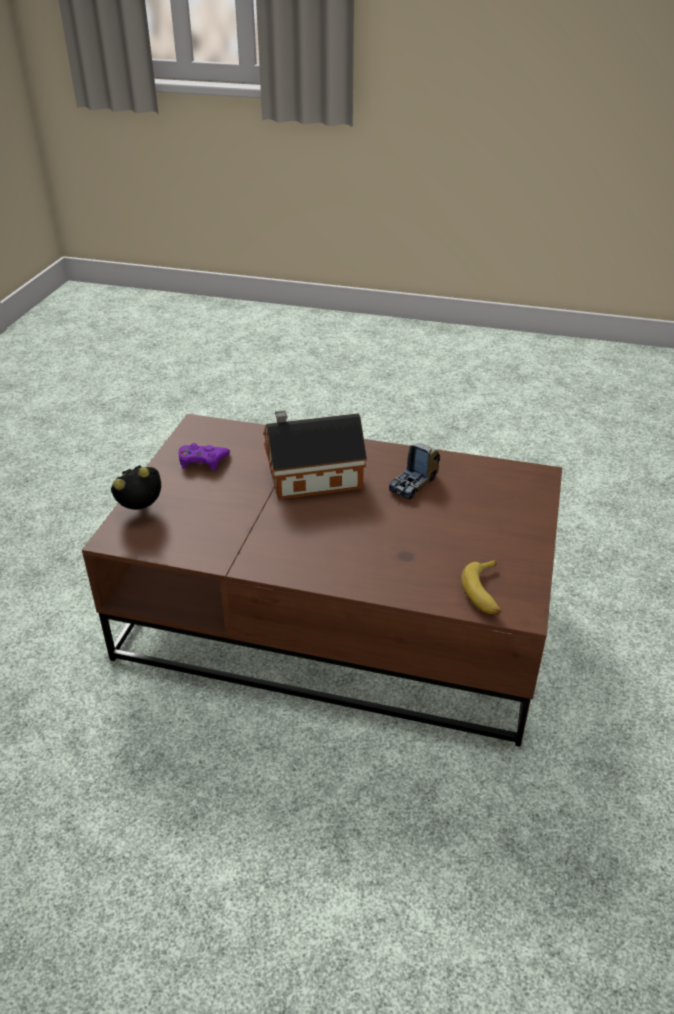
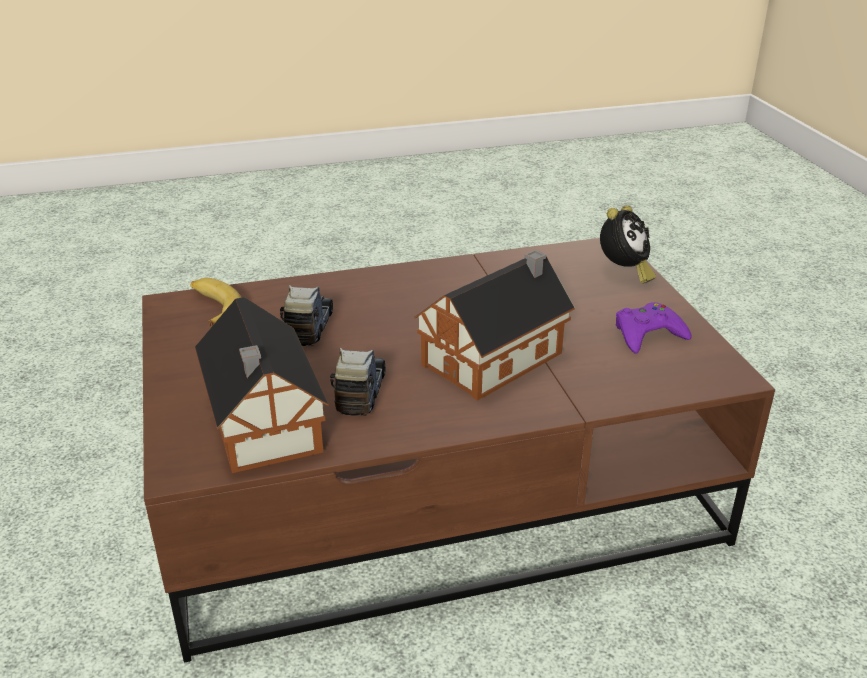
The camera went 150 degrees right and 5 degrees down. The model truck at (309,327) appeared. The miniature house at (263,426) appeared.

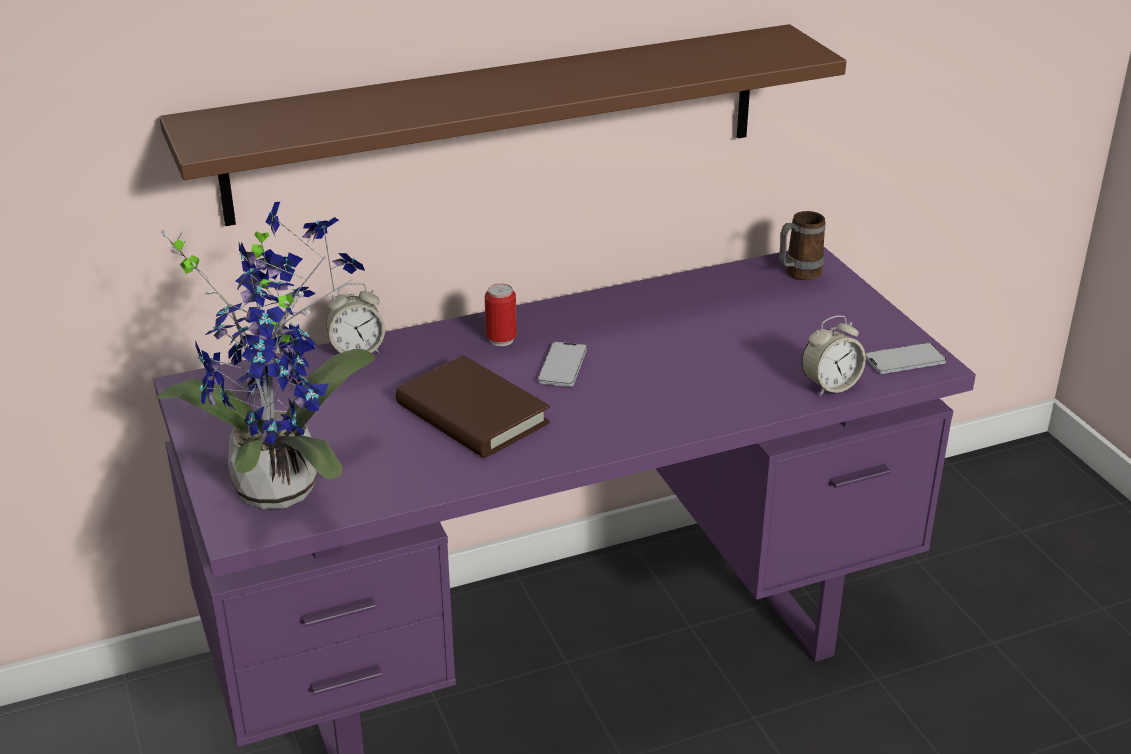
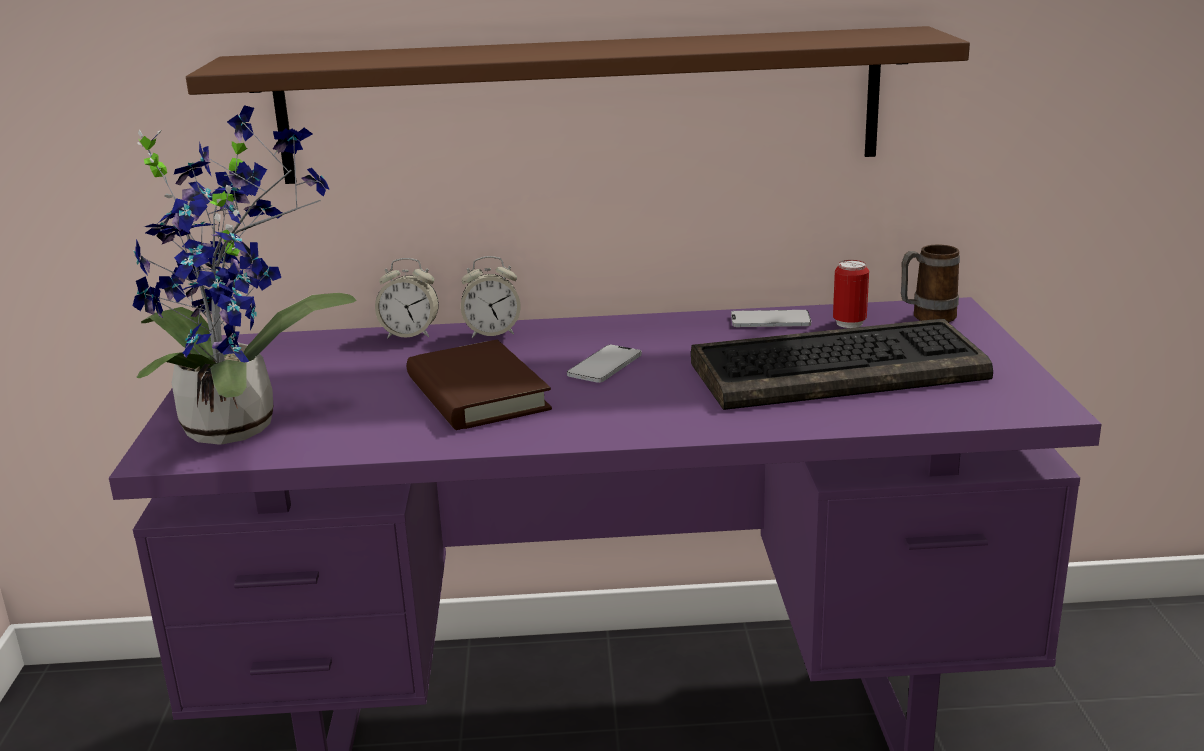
The camera went 20 degrees right and 10 degrees down. The can moved from (501,340) to (849,323). The alarm clock moved from (830,386) to (492,333). The handset moved from (904,360) to (770,321). The keyboard at (839,370) appeared.

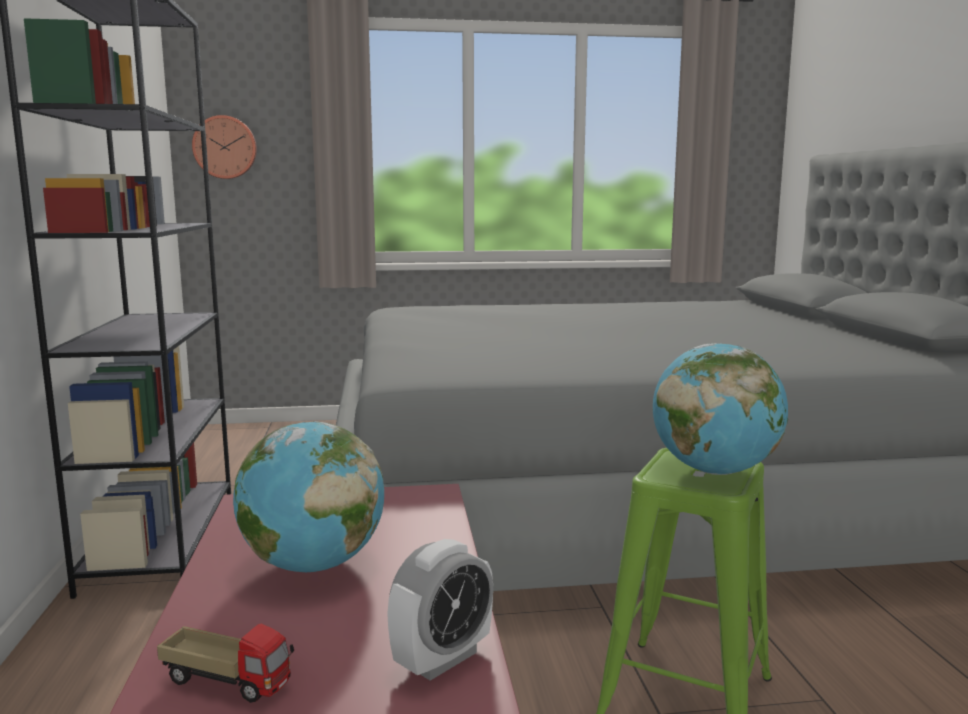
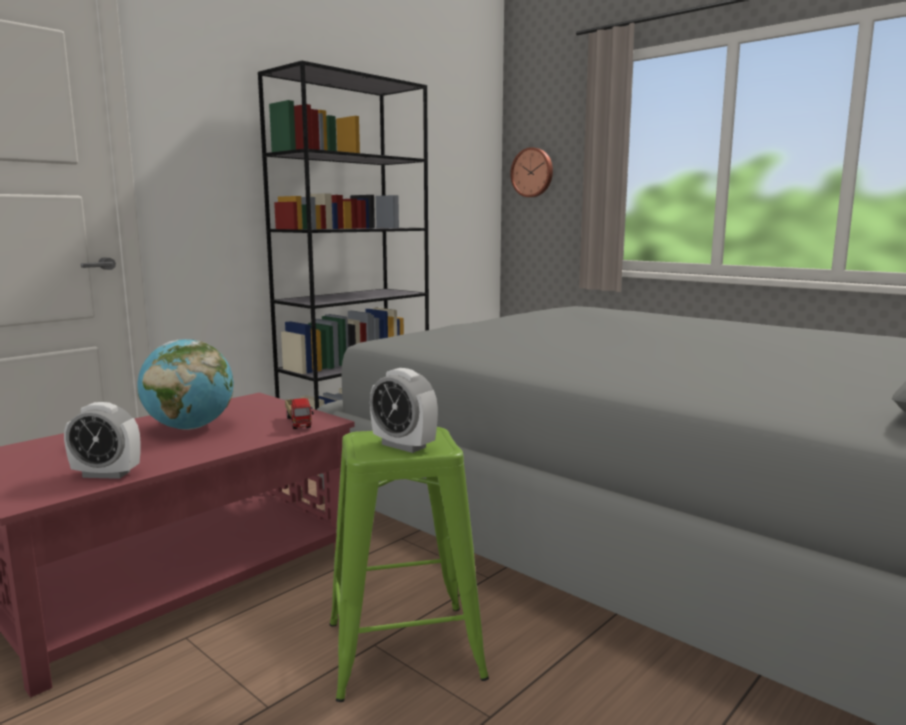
The camera went 50 degrees right and 0 degrees up. The world globe at (714,471) was replaced by the alarm clock at (403,446). The model truck moved from (228,682) to (299,423).

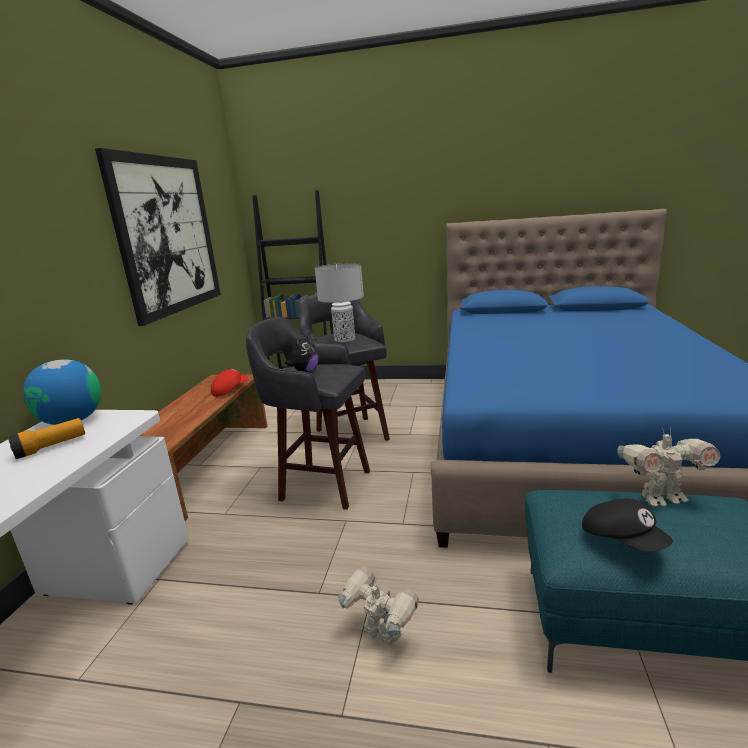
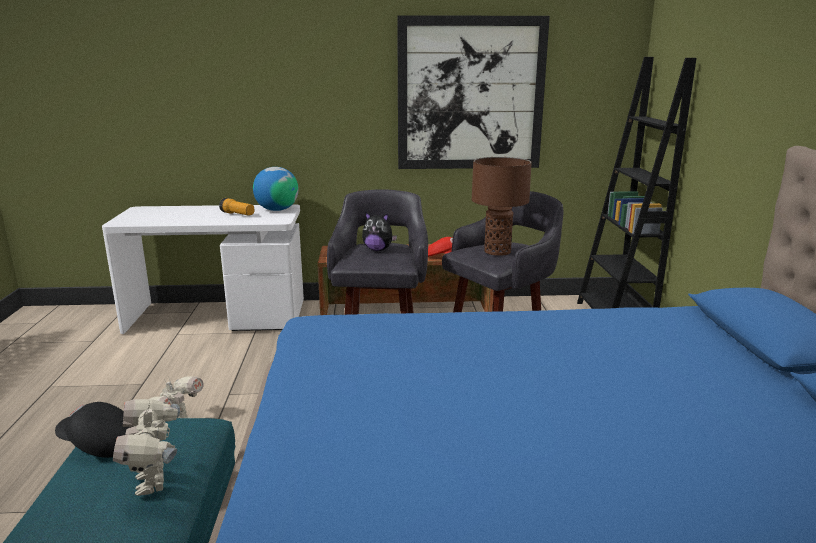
The camera went 75 degrees right and 0 degrees up. The tabletop lamp (whitish) at (345,339) became the tabletop lamp (brown-coloured) at (498,251). The baseball cap (black) at (623,539) turned 60 degrees clockwise.

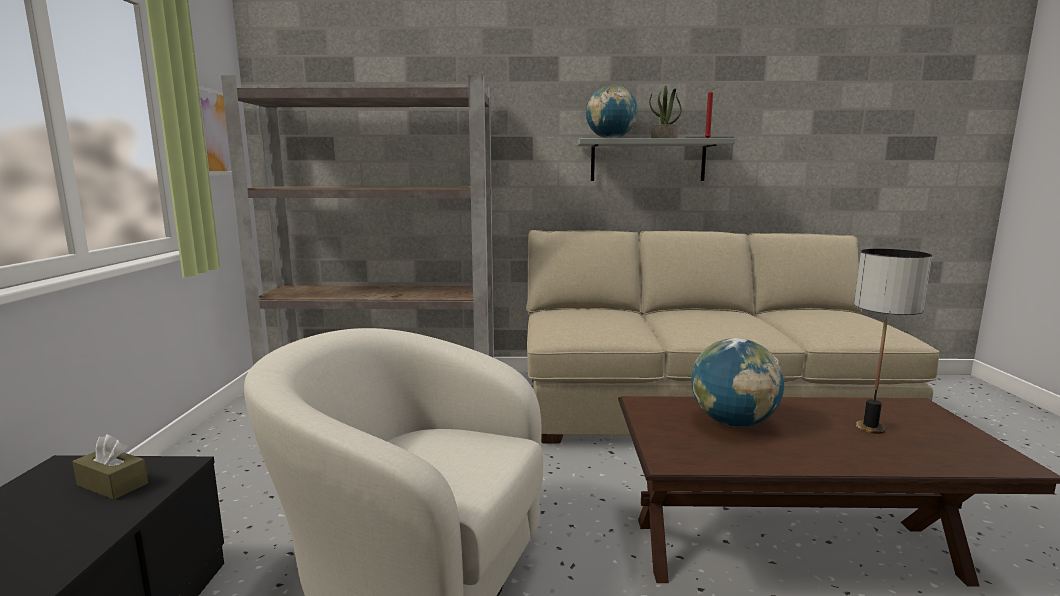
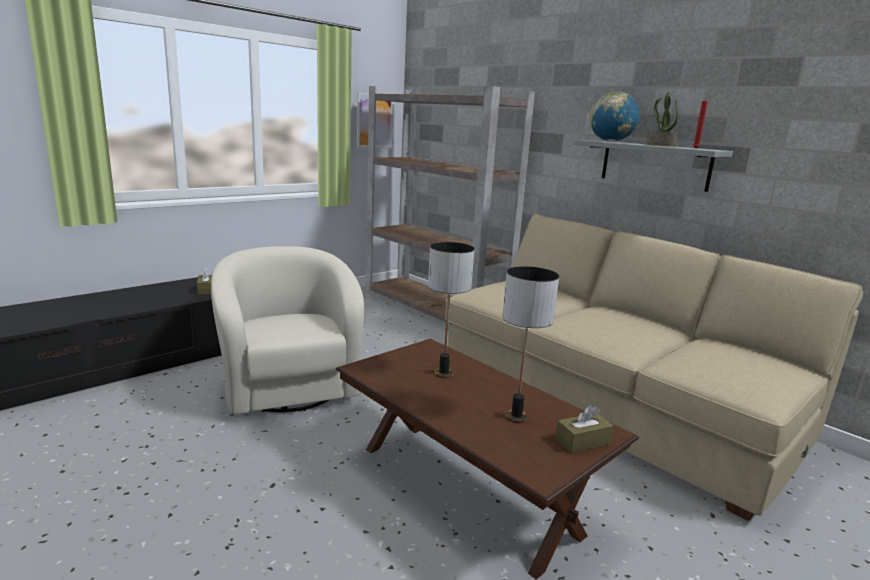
The camera went 45 degrees right and 5 degrees up. The world globe at (733,423) was replaced by the tabletop lamp at (443,374). The tissue holder (brown-coloured) at (582,441) appeared.

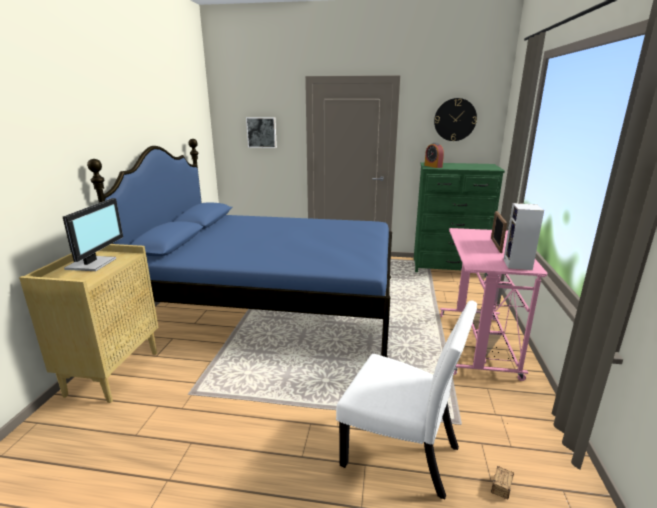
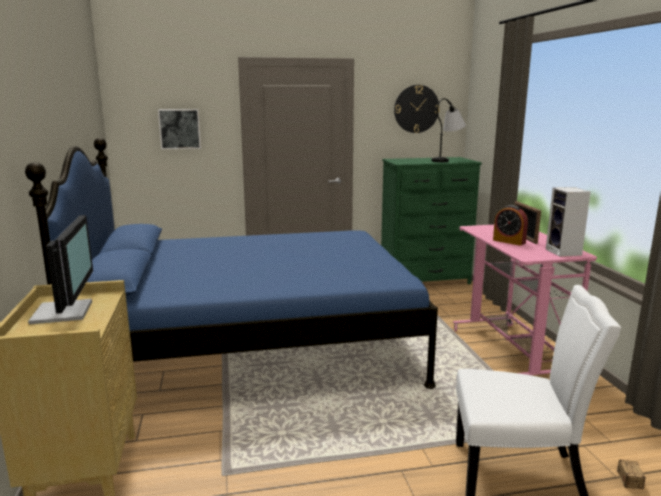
The camera went 20 degrees left and 5 degrees down. The alarm clock moved from (433,166) to (509,241). The tabletop lamp at (447,160) appeared.

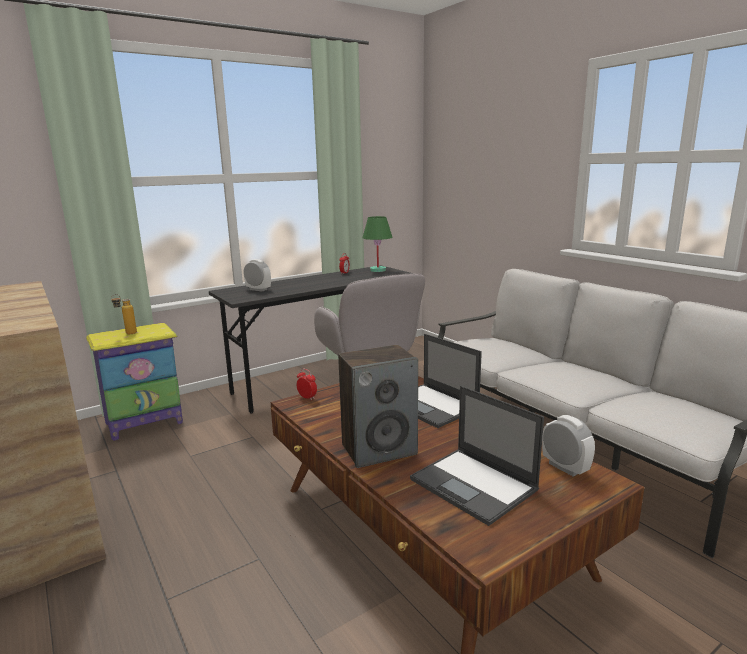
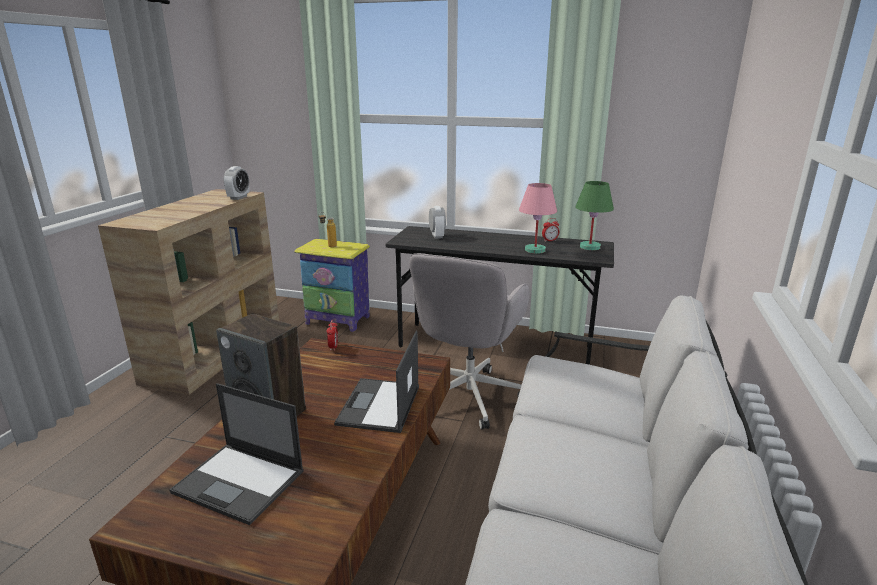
The camera went 50 degrees right and 5 degrees up. The laptop at (474,485) turned 75 degrees counterclockwise. The alarm clock moved from (565,467) to (238,197). The tabletop lamp (pinkish) at (534,250) appeared.

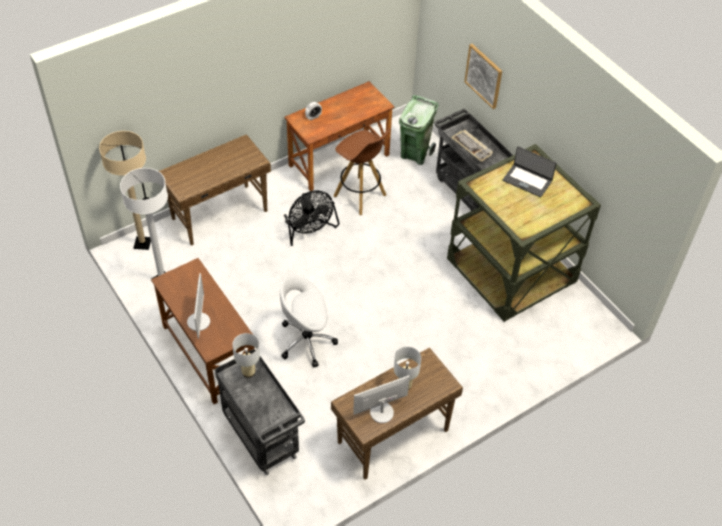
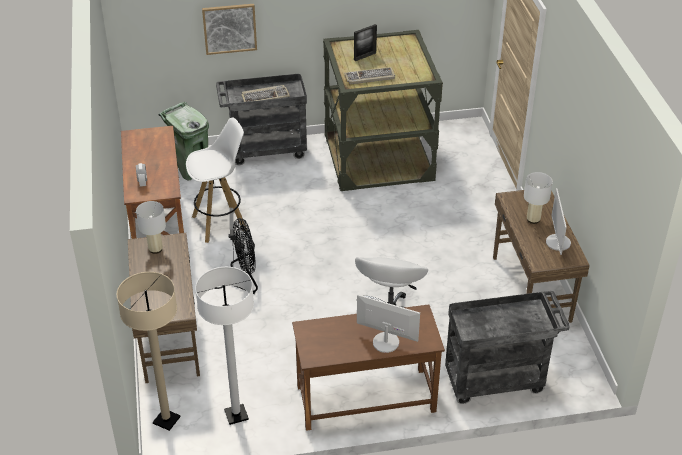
The camera went 65 degrees left and 10 degrees down. The stool (brown-coloured) at (360,196) became the stool (whitish) at (221,223). The laptop at (527,180) was replaced by the photo frame at (365,56). The tabletop lamp (whitish) moved from (248,372) to (156,249). The keyboard at (369,77) appeared.

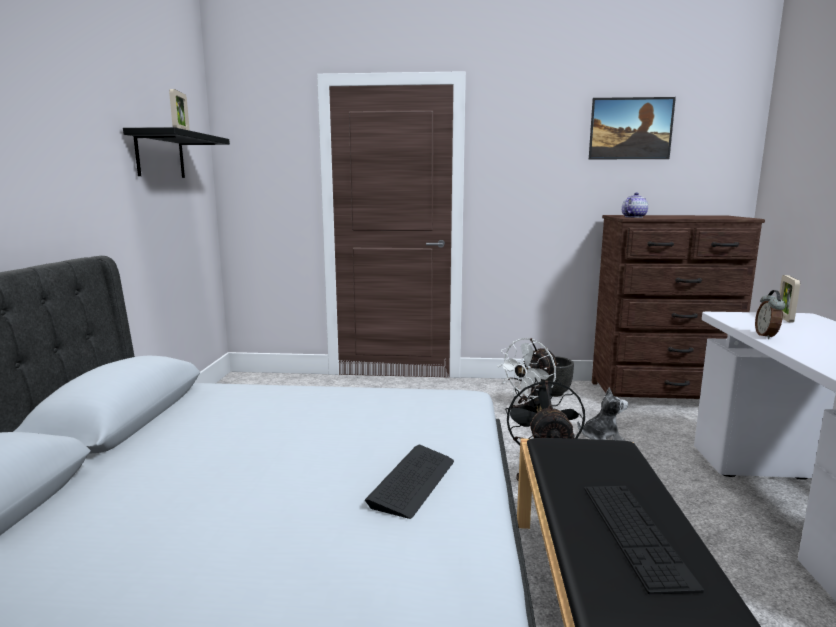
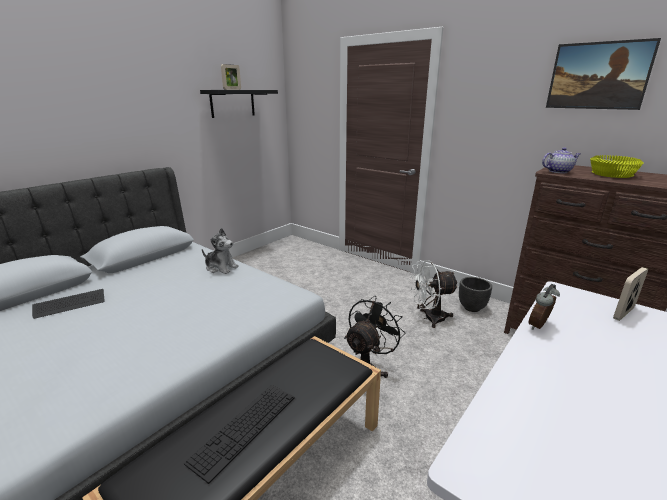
The camera went 35 degrees right and 10 degrees up. The plush toy moved from (601,438) to (221,267). The keyboard moved from (413,482) to (70,304). The deep dish (yellow) at (611,174) appeared.

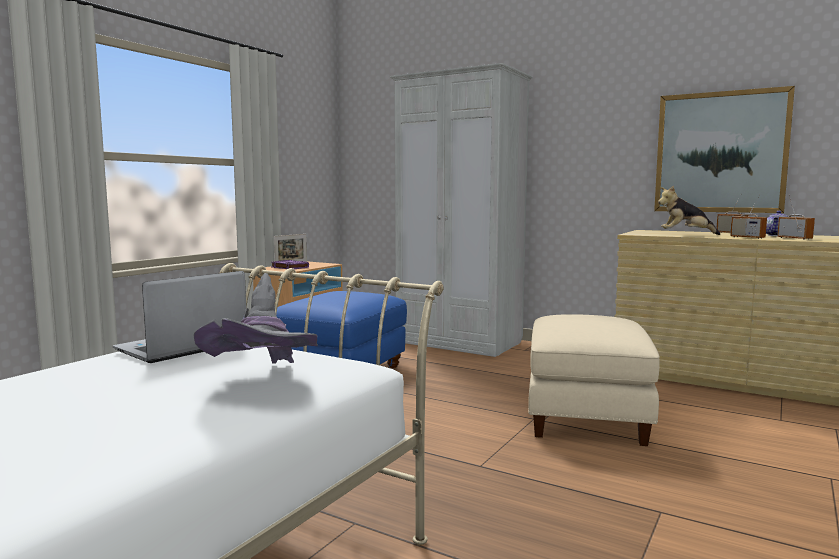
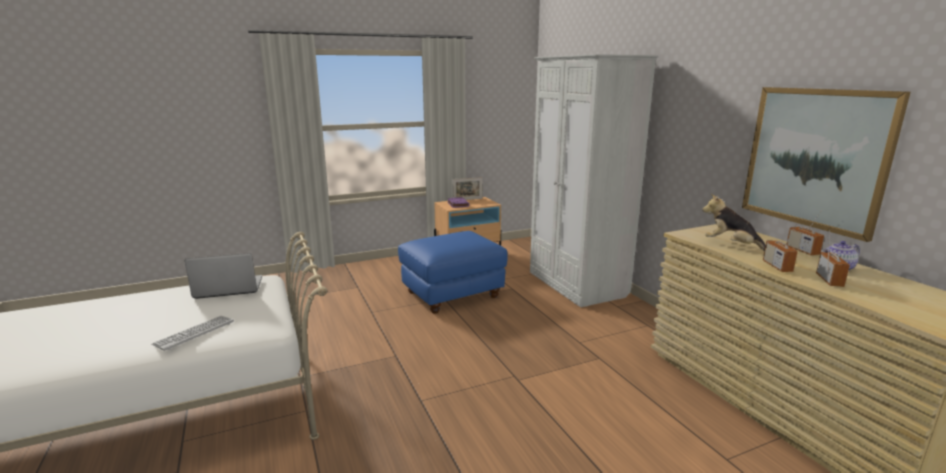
The camera went 35 degrees right and 10 degrees up. The clothing hat (grey) at (264,385) was replaced by the keyboard at (194,333). The footrest (sand-coloured) at (584,415) disappeared.

